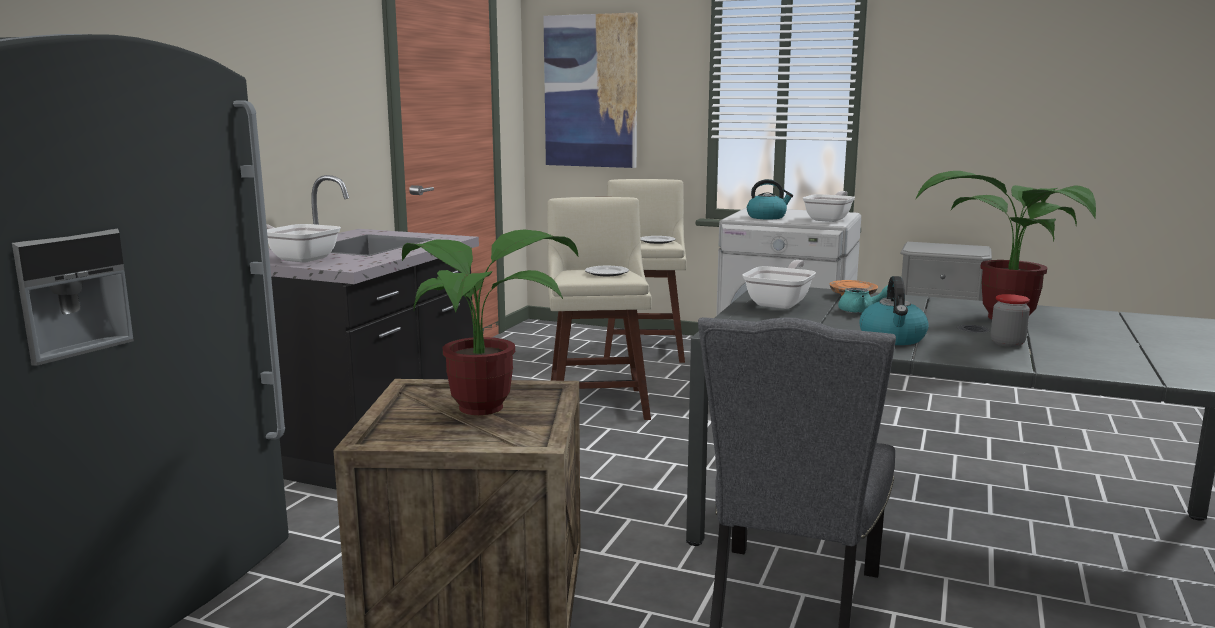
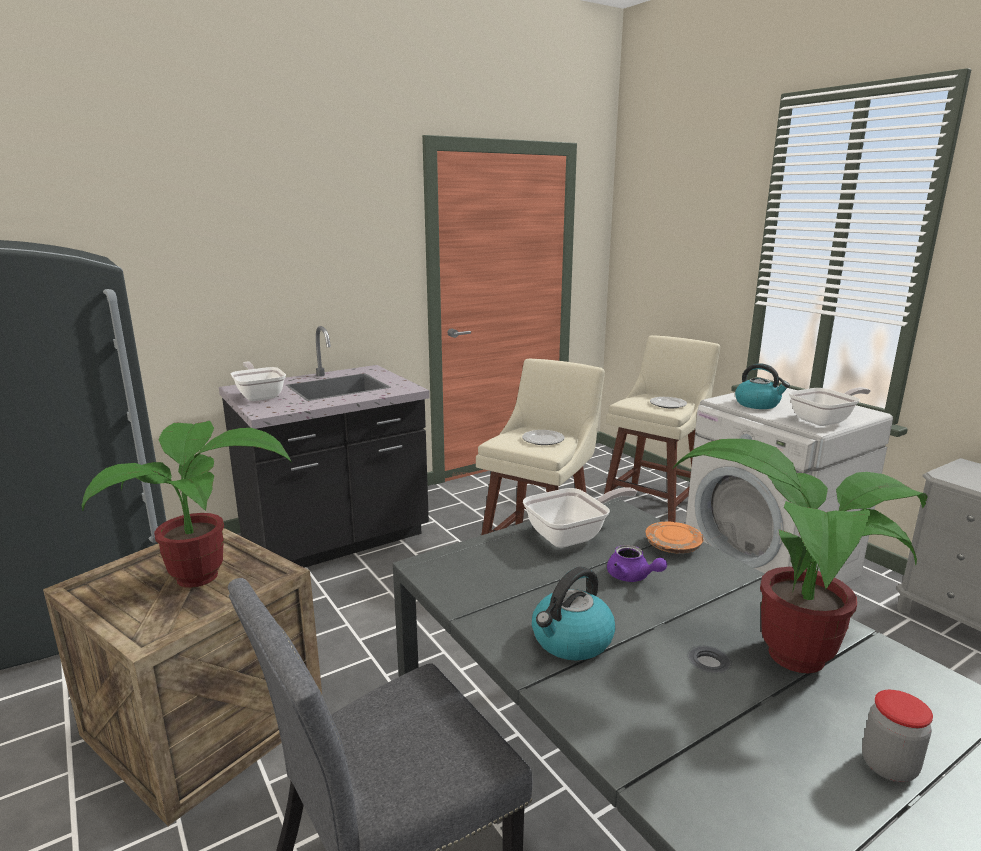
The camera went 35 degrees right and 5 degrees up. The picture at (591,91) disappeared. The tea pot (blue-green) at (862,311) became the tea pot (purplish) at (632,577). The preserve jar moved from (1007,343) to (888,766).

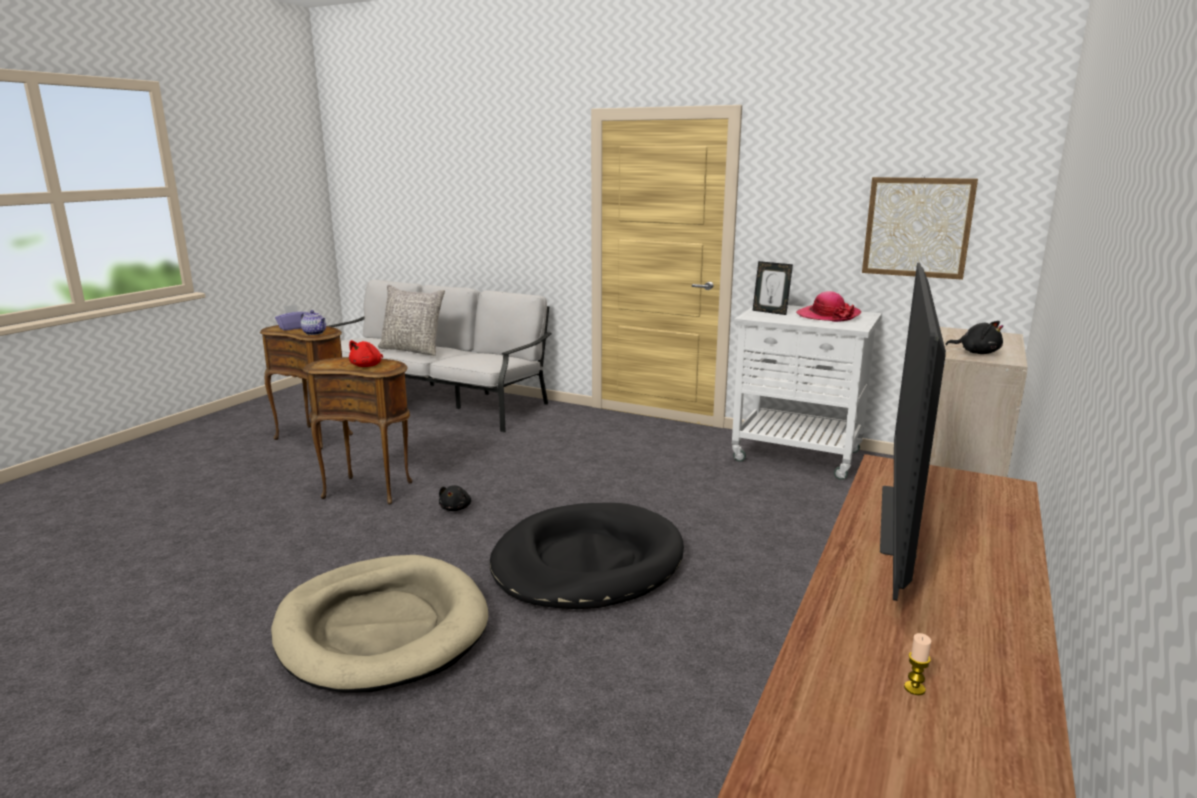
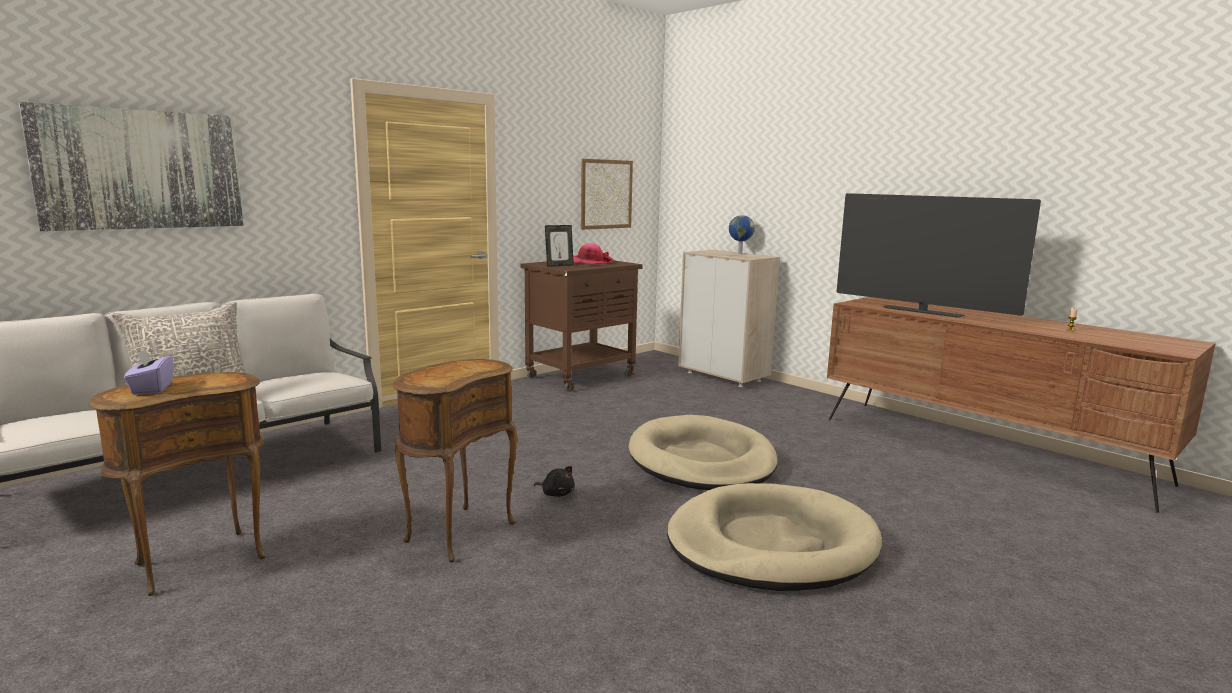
The camera went 70 degrees left and 5 degrees down. The trolley (whitish) at (798,457) became the trolley (brown-coloured) at (581,377). The tea pot at (315,333) disappeared. The plush toy (black) at (976,353) disappeared. The plush toy (red-coloured) at (367,366) disappeared. The dog cushion (black) at (587,563) became the dog cushion (sand-coloured) at (701,460). The picture at (141,170) appeared. The world globe at (739,253) appeared.

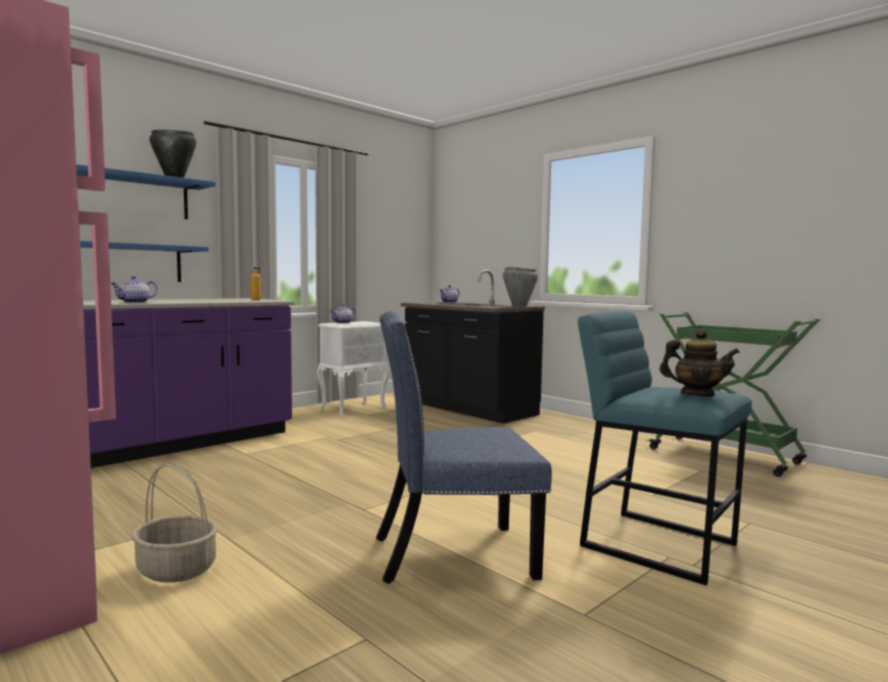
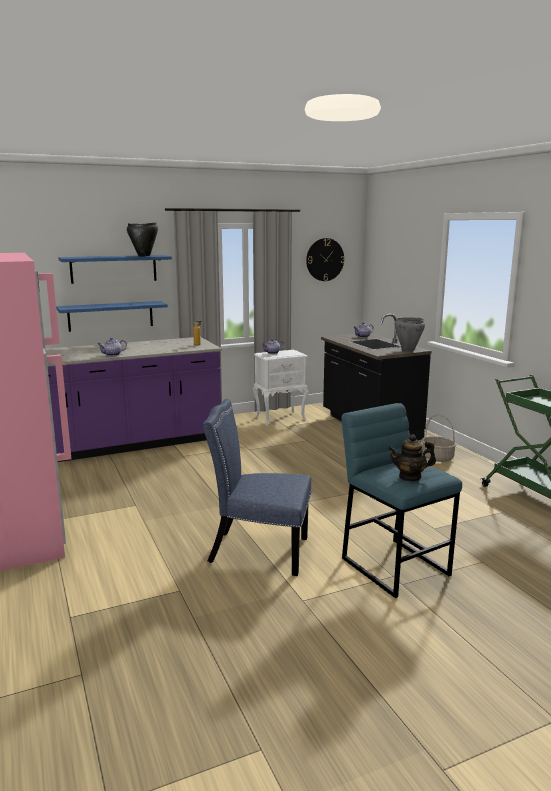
The camera went 20 degrees right and 10 degrees up. The tea pot at (697,395) turned 135 degrees clockwise. The basket moved from (177,569) to (437,457). The hanging clock at (325,259) appeared.

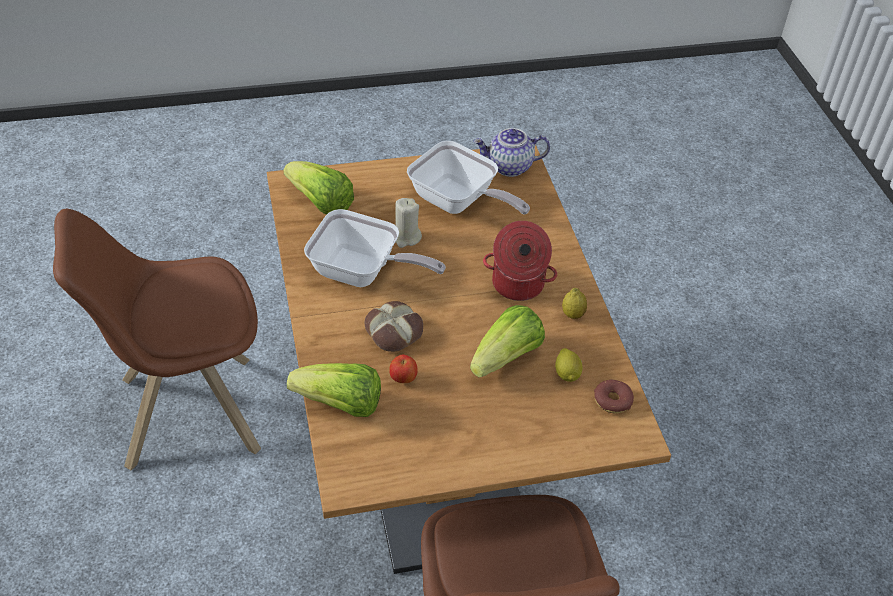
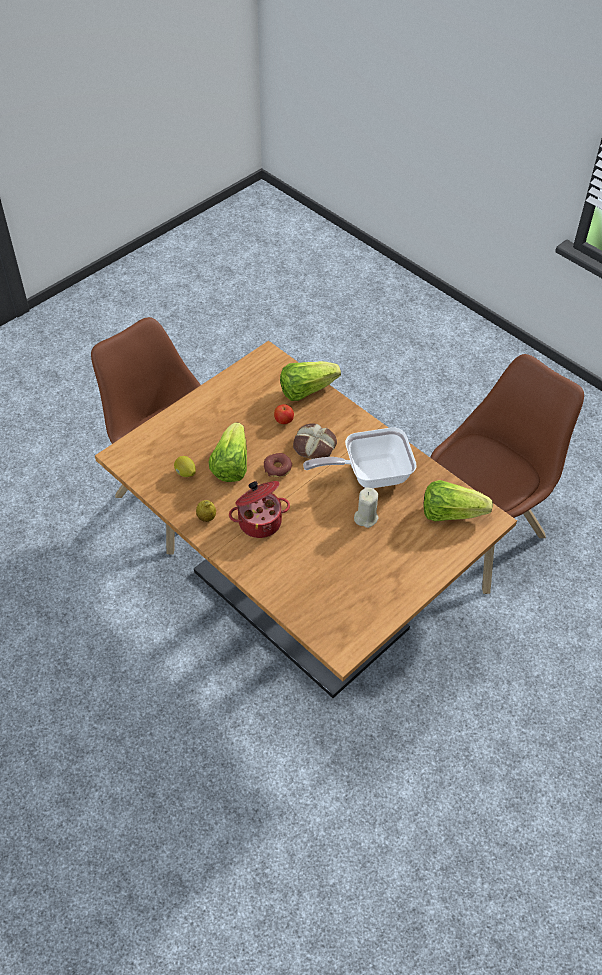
The camera went 150 degrees right and 5 degrees up. The tea pot at (509,167) disappeared. The pan at (458,203) disappeared. The doughnut moved from (612,401) to (277,468).

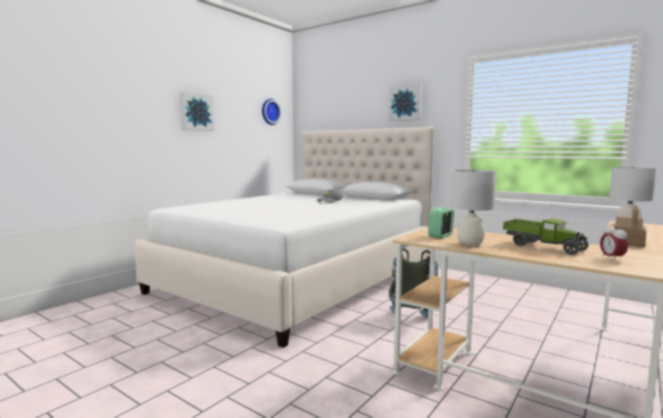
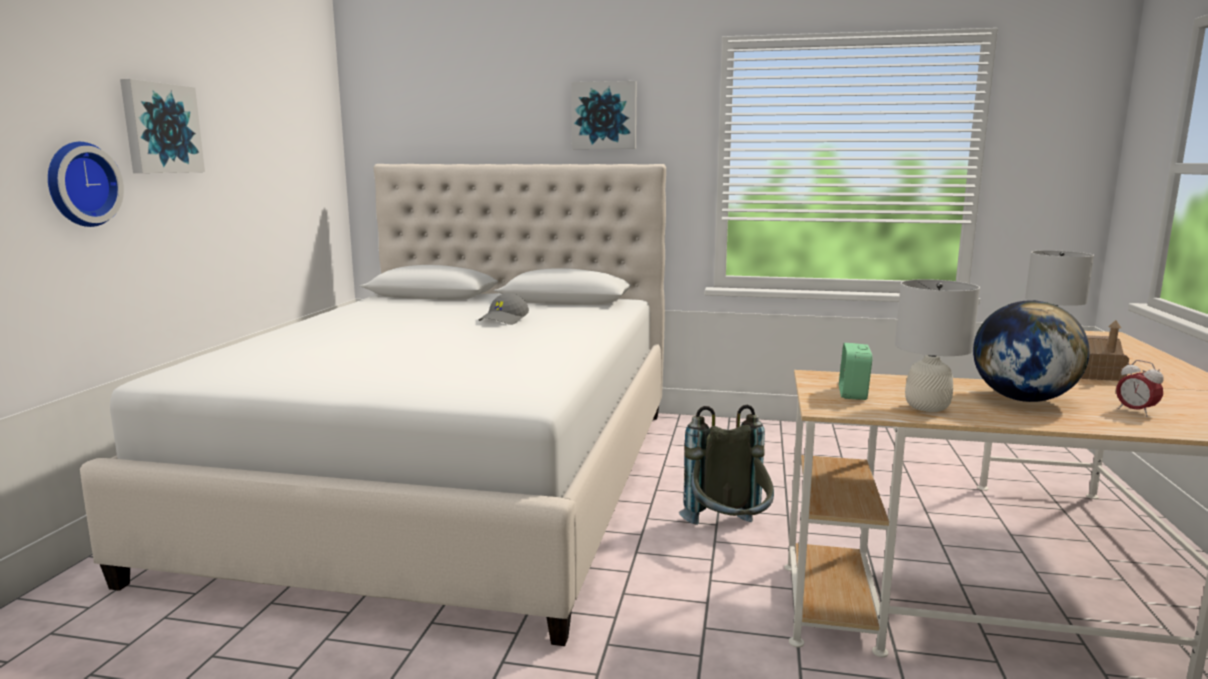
The camera went 25 degrees left and 5 degrees up. The hanging clock moved from (269,112) to (79,184). The model truck at (543,247) was replaced by the world globe at (1022,399).

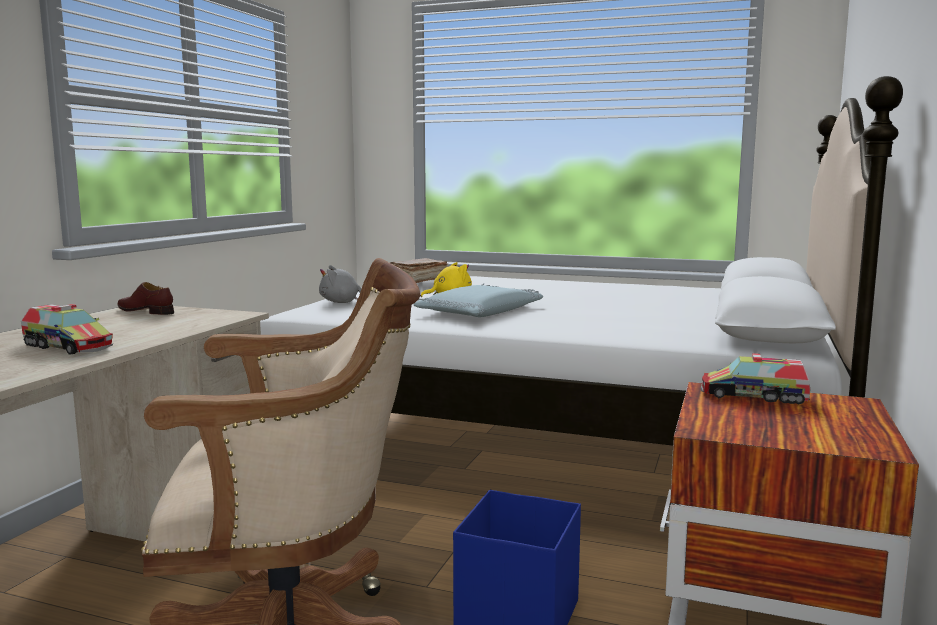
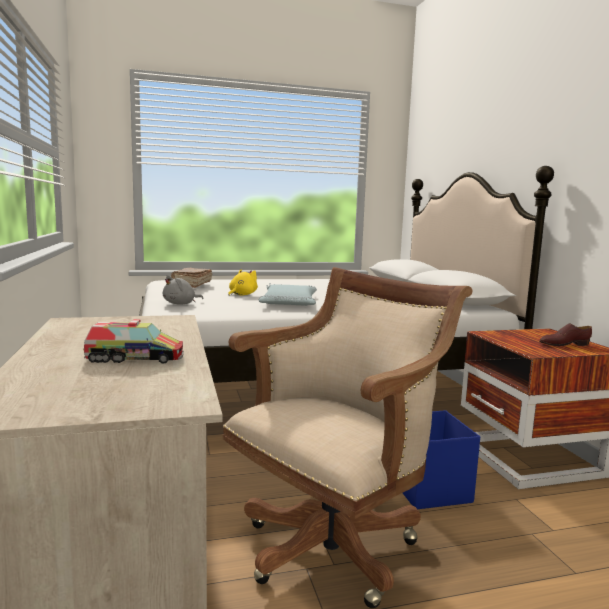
The camera went 35 degrees left and 0 degrees up. The shoe (brown-coloured) moved from (146,311) to (564,344). The model truck at (754,396) disappeared.

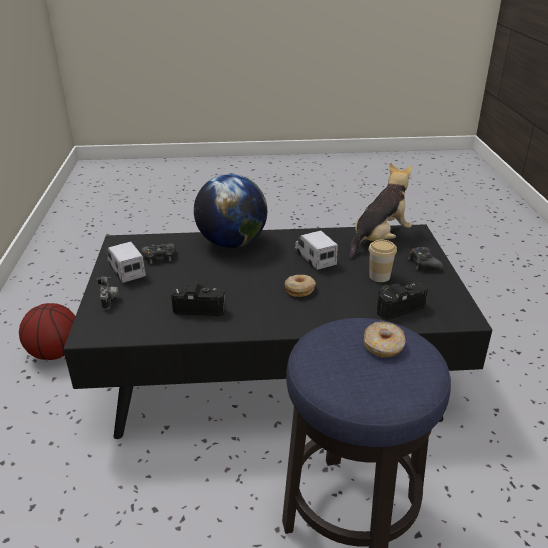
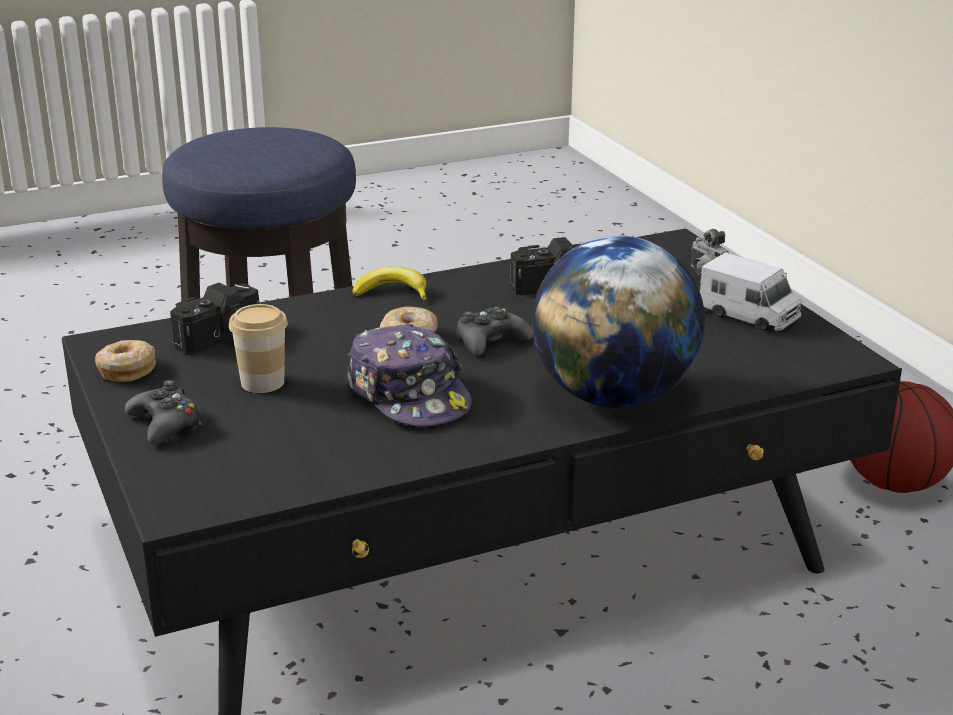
The camera went 160 degrees right and 5 degrees down. The plush toy at (379,239) disappeared. The model truck at (315,258) was replaced by the baseball cap at (409,395). The gamepad (black) moved from (159,257) to (490,341). The doughnut moved from (383,346) to (126,370). The whole banana at (393,292) appeared.

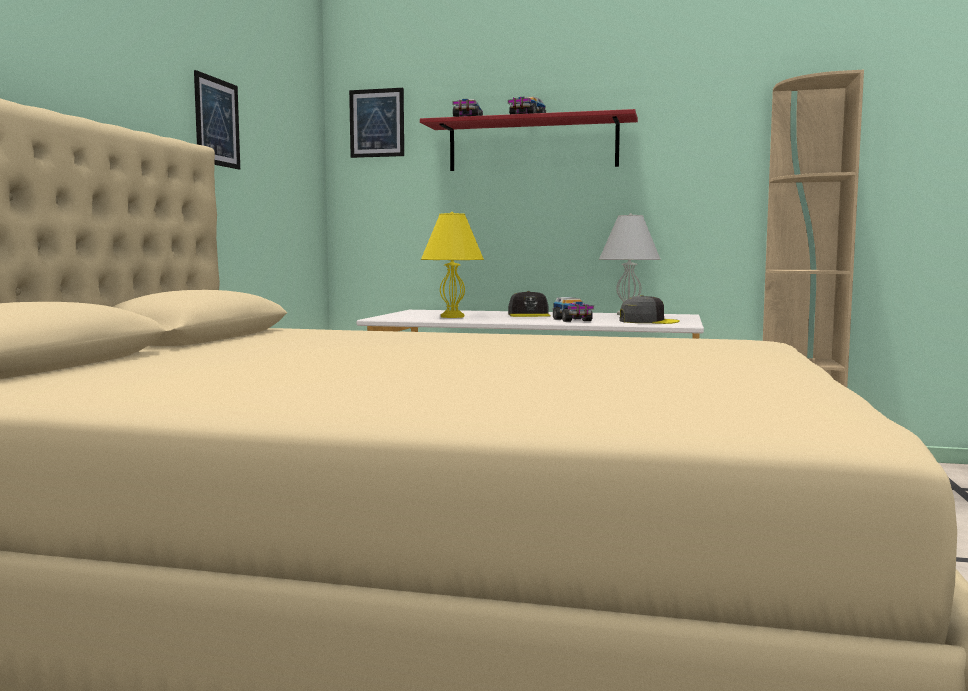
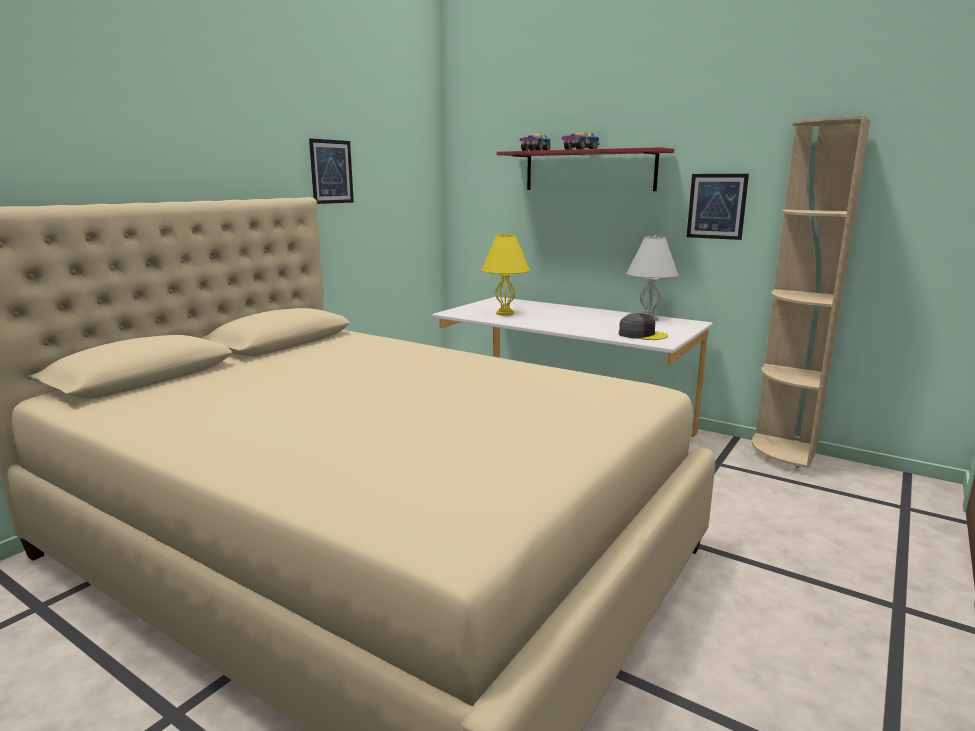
The camera went 20 degrees right and 10 degrees up. The picture moved from (377,123) to (716,206). The baseball cap (grey) at (529,315) disappeared. The model truck at (572,320) disappeared.

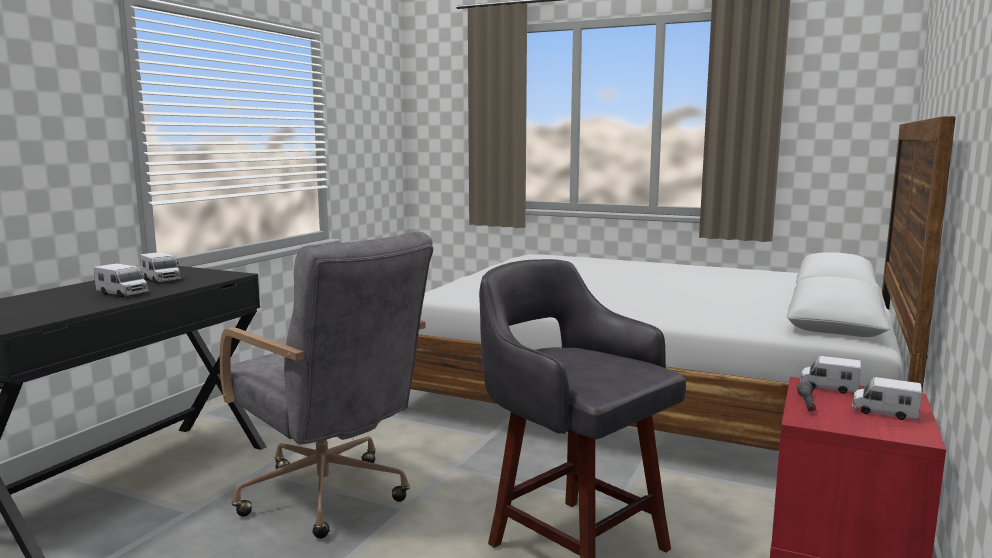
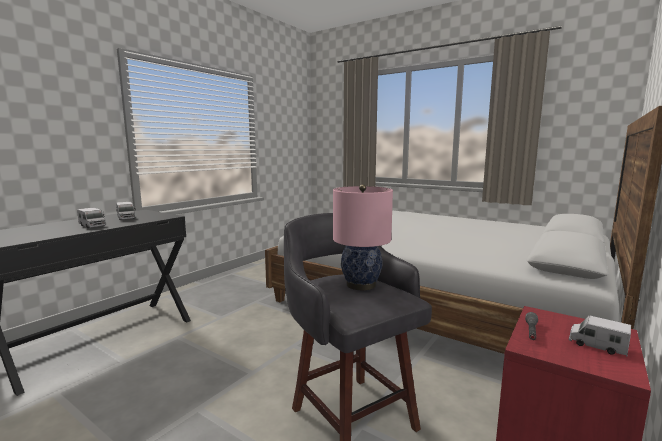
The camera went 10 degrees right and 0 degrees up. The desk chair (grey) at (330,499) disappeared. The model truck at (828,387) disappeared. The tabletop lamp (pinkish) at (361,285) appeared.

